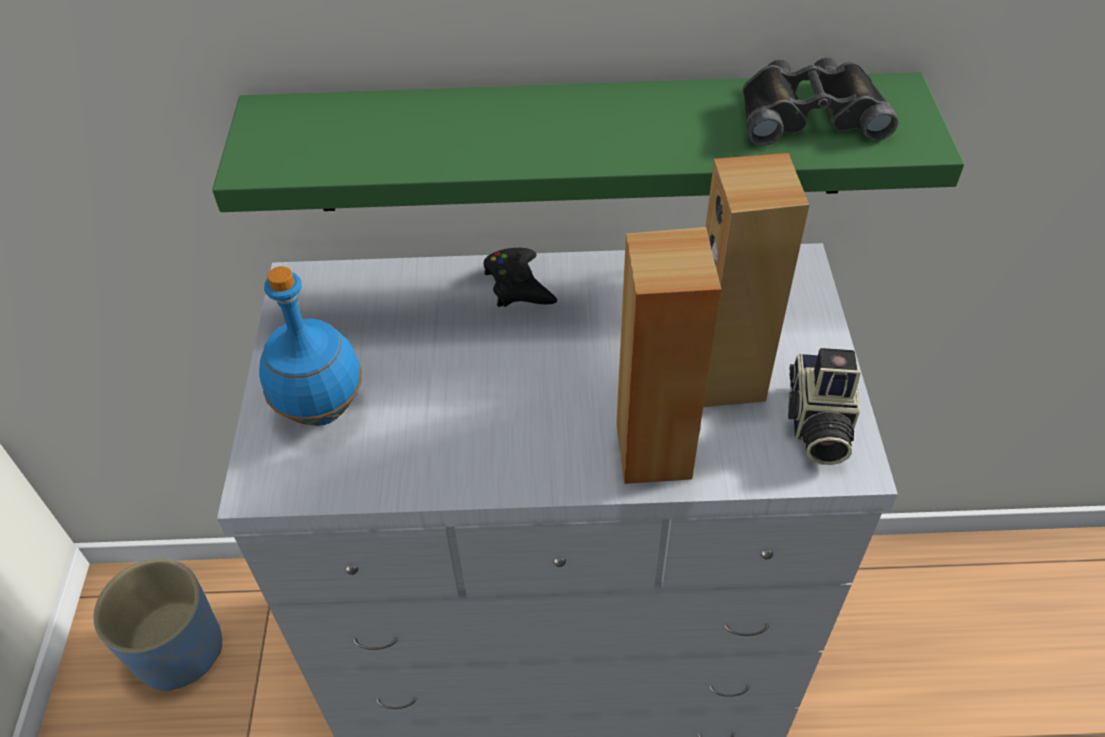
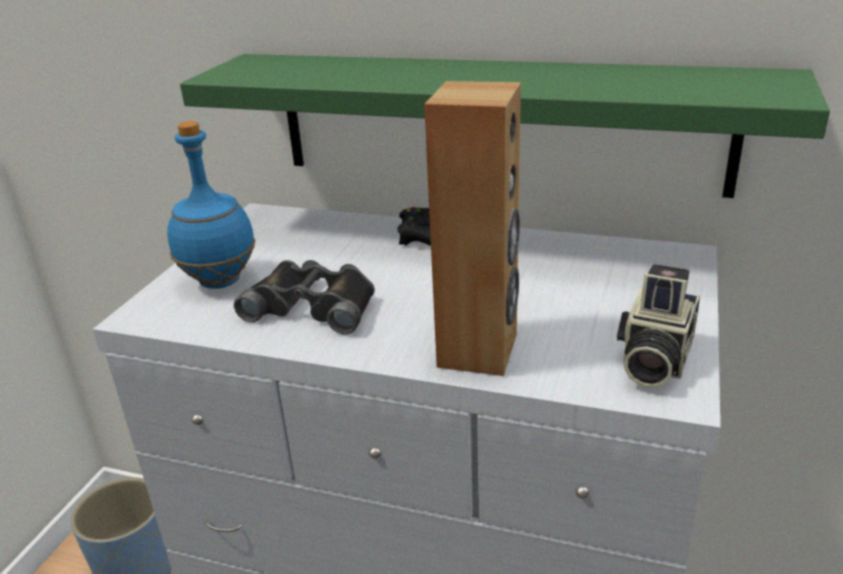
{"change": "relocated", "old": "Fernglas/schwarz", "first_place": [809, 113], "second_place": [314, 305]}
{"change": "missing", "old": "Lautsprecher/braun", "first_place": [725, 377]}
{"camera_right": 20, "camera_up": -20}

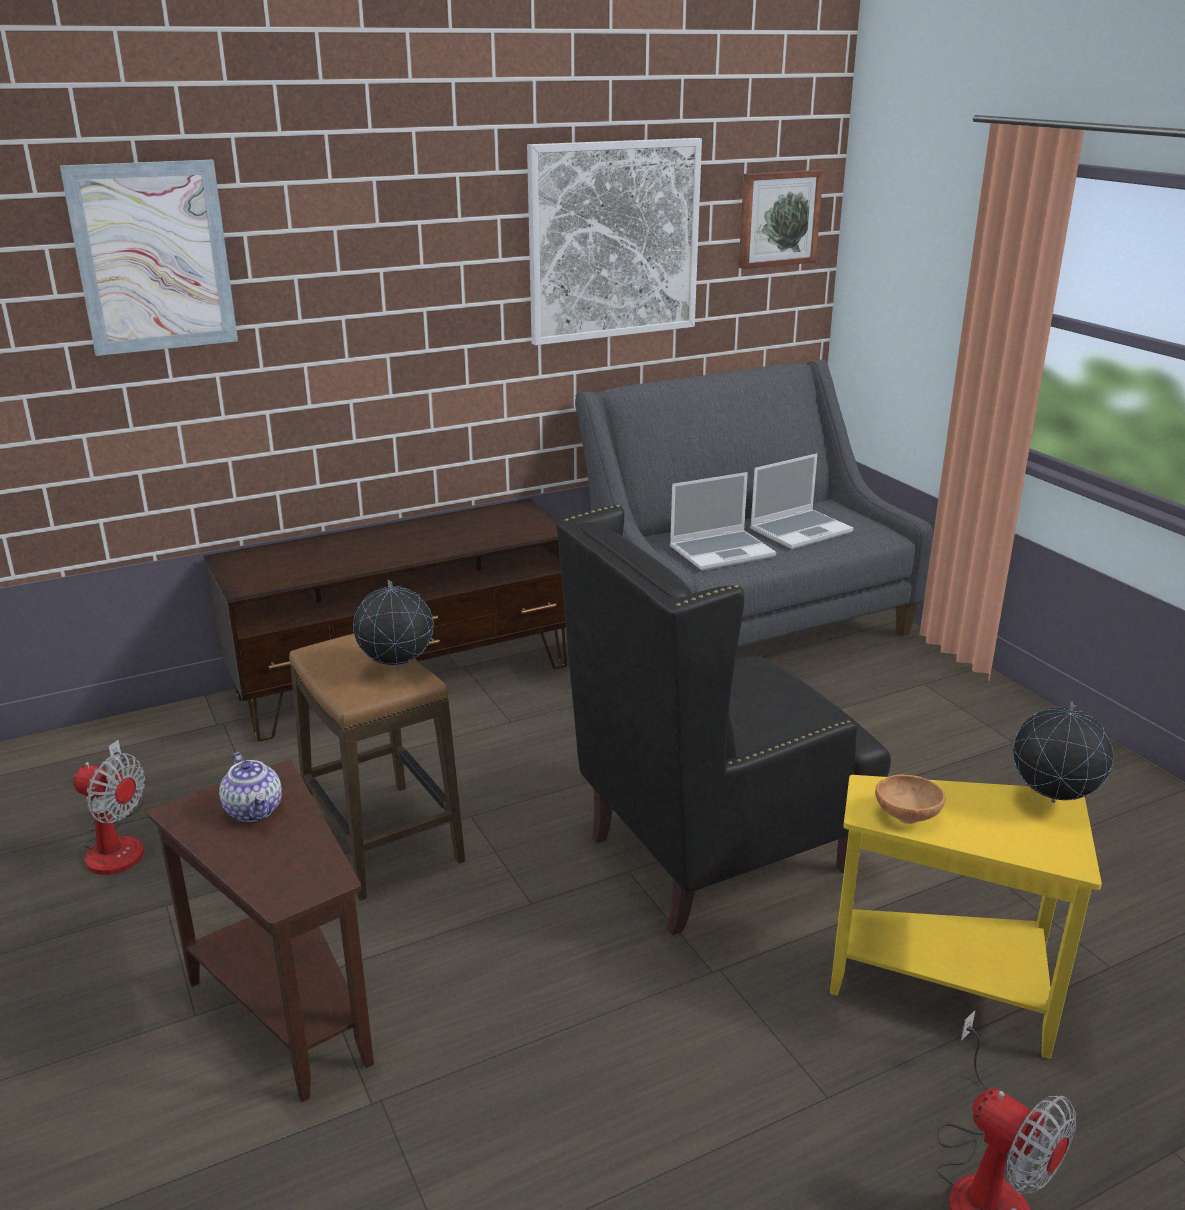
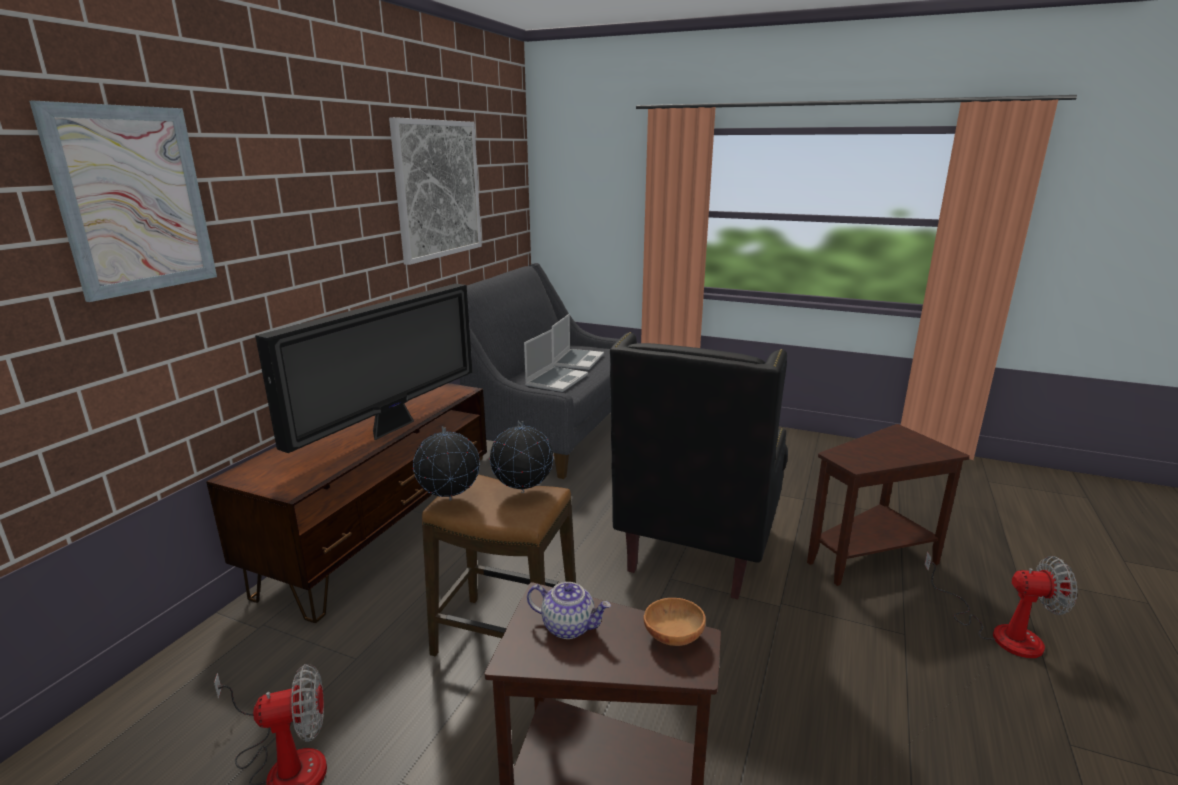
{"change": "appeared", "new": "Fernseher", "second_place": [392, 427]}
{"change": "relocated", "old": "Globus", "first_place": [1051, 803], "second_place": [449, 500]}
{"change": "relocated", "old": "Schüssel/braun", "first_place": [907, 815], "second_place": [672, 636]}
{"change": "colour", "old": "Beistelltisch/gelb", "new": "Beistelltisch/braun", "first_place": [949, 991], "second_place": [871, 557]}
{"change": "missing", "old": "Bild", "first_place": [778, 218]}
{"camera_right": -40, "camera_up": -5}

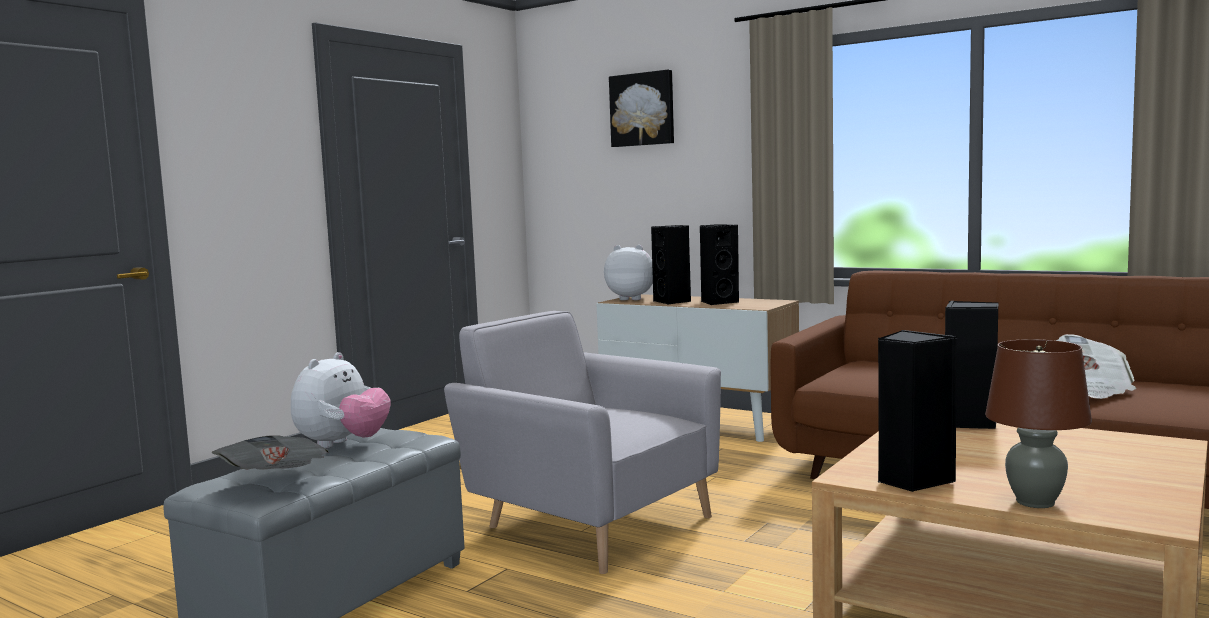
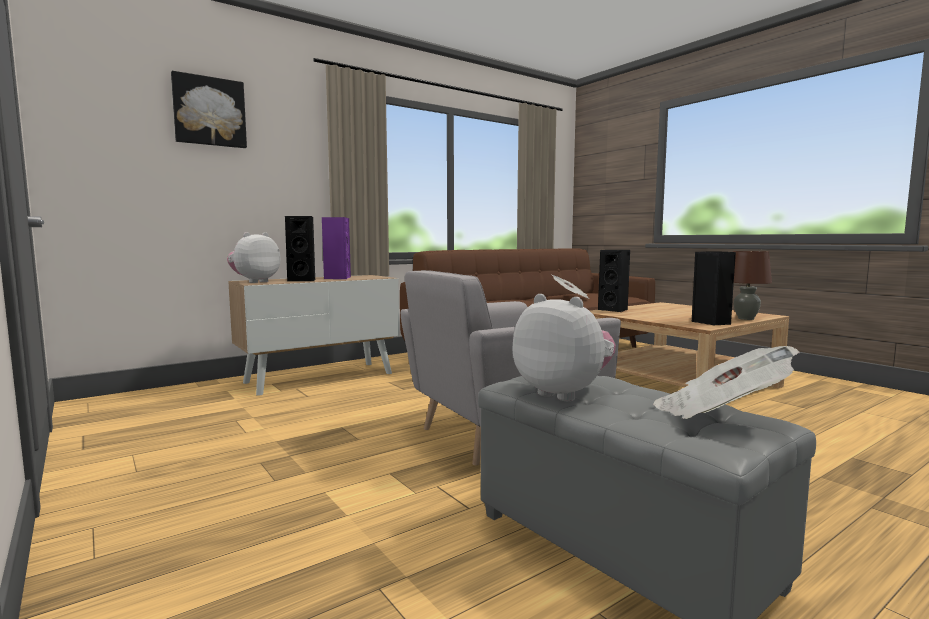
{"change": "colour", "old": "Lautsprecher/schwarz", "new": "Lautsprecher/lila", "first_place": [718, 302], "second_place": [337, 278]}
{"camera_right": -70, "camera_up": 0}

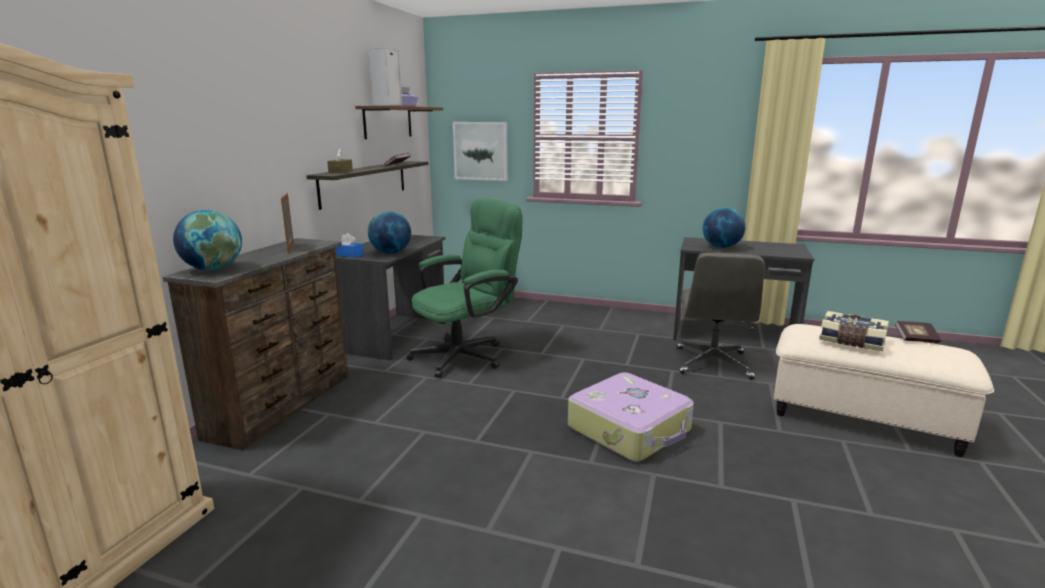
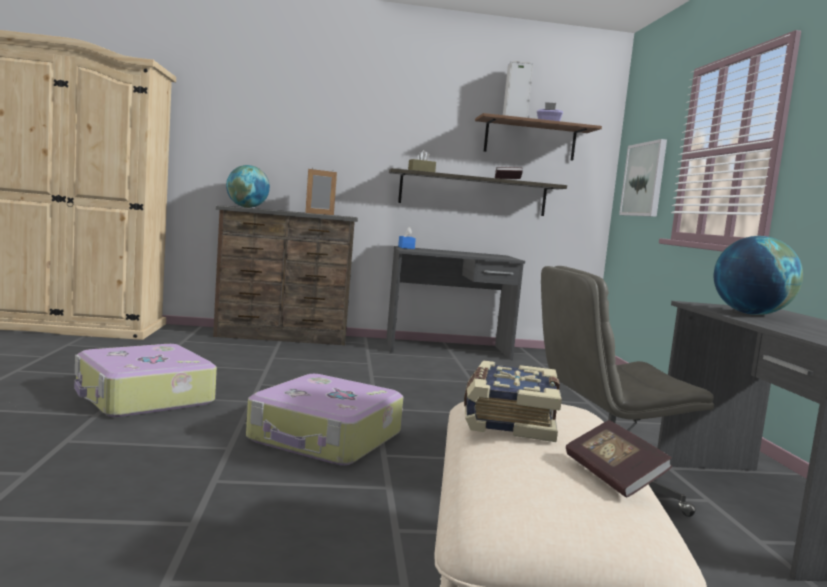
{"change": "appeared", "new": "Koffer", "second_place": [143, 397]}
{"change": "missing", "old": "Globus", "first_place": [391, 253]}
{"change": "missing", "old": "Bürostuhl/grün", "first_place": [467, 355]}
{"camera_right": 65, "camera_up": -10}

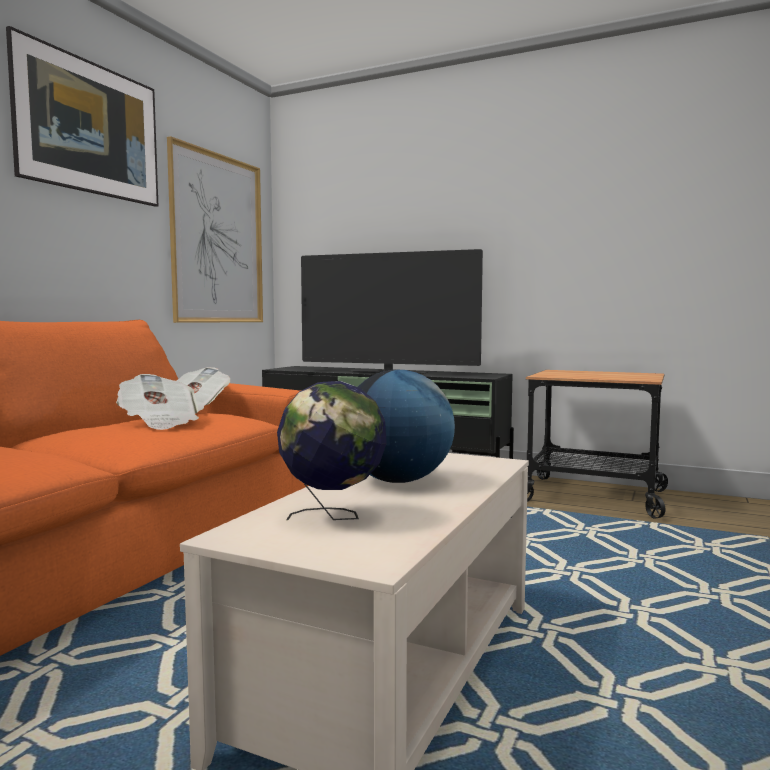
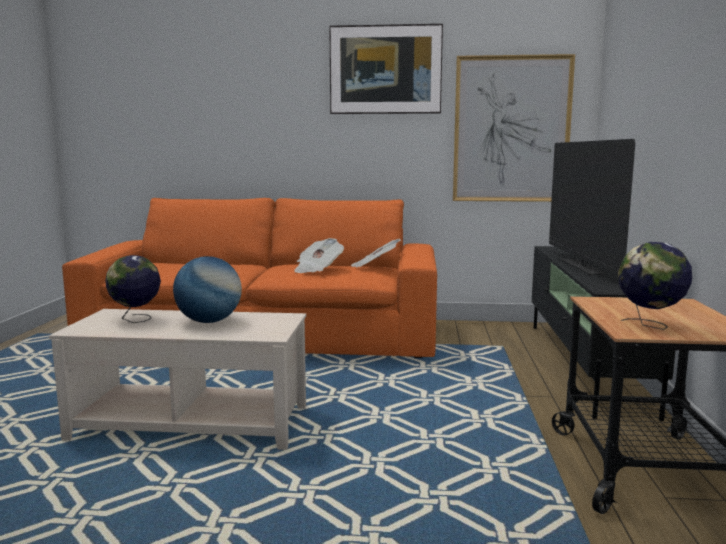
{"change": "appeared", "new": "Globus", "second_place": [649, 325]}
{"camera_right": 70, "camera_up": 5}

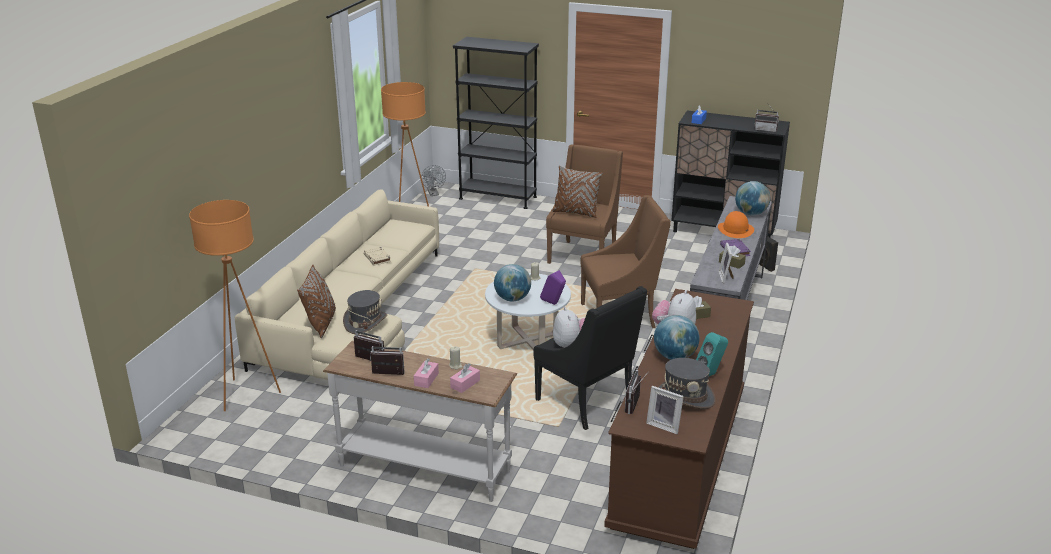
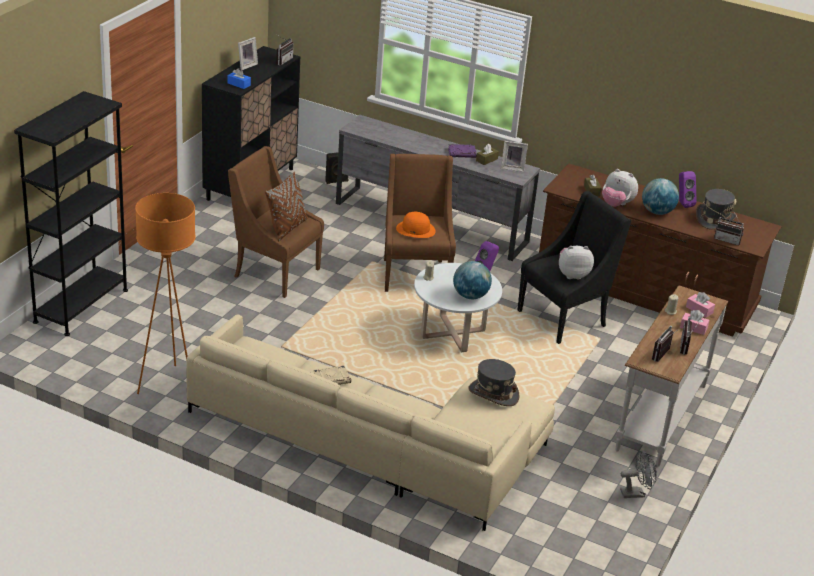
{"change": "relocated", "old": "Bilderrahmen", "first_place": [664, 425], "second_place": [246, 65]}
{"change": "relocated", "old": "Hut/orange", "first_place": [735, 229], "second_place": [416, 229]}
{"change": "relocated", "old": "Ventilator/grau", "first_place": [434, 194], "second_place": [636, 493]}
{"change": "colour", "old": "Lautsprecher/türkis", "new": "Lautsprecher/lila", "first_place": [710, 374], "second_place": [682, 203]}
{"change": "missing", "old": "Stehlampe/orange", "first_place": [247, 394]}
{"change": "missing", "old": "Kissen/braun", "first_place": [321, 323]}
{"change": "missing", "old": "Globus", "first_place": [751, 214]}
{"camera_right": -85, "camera_up": 5}

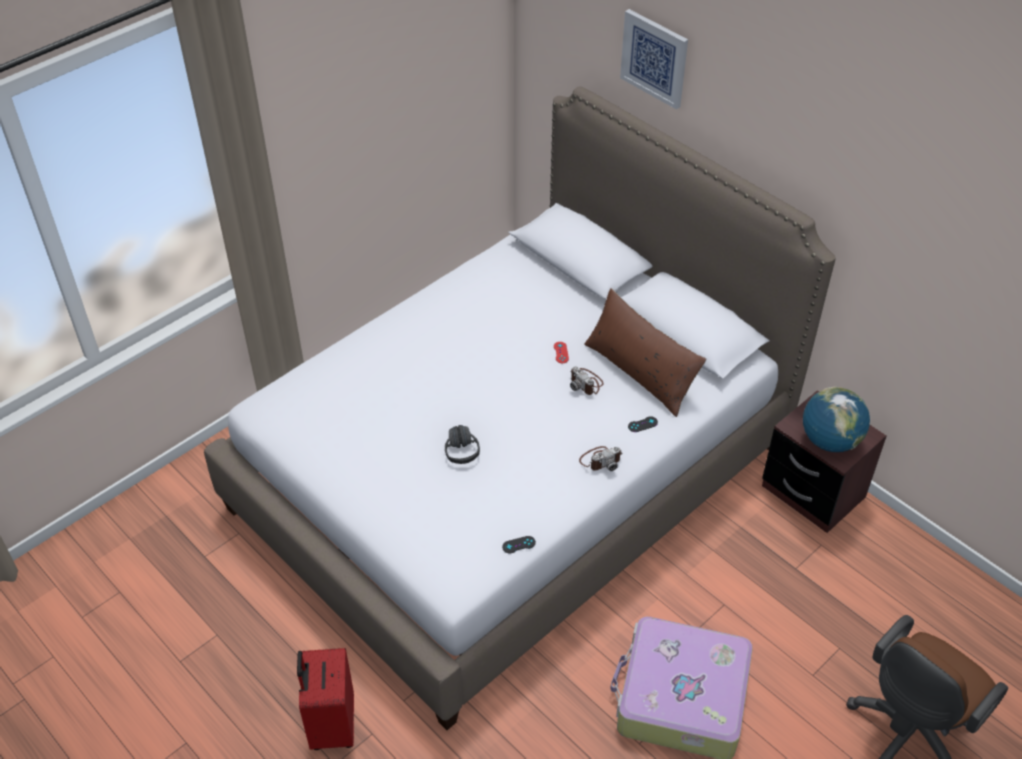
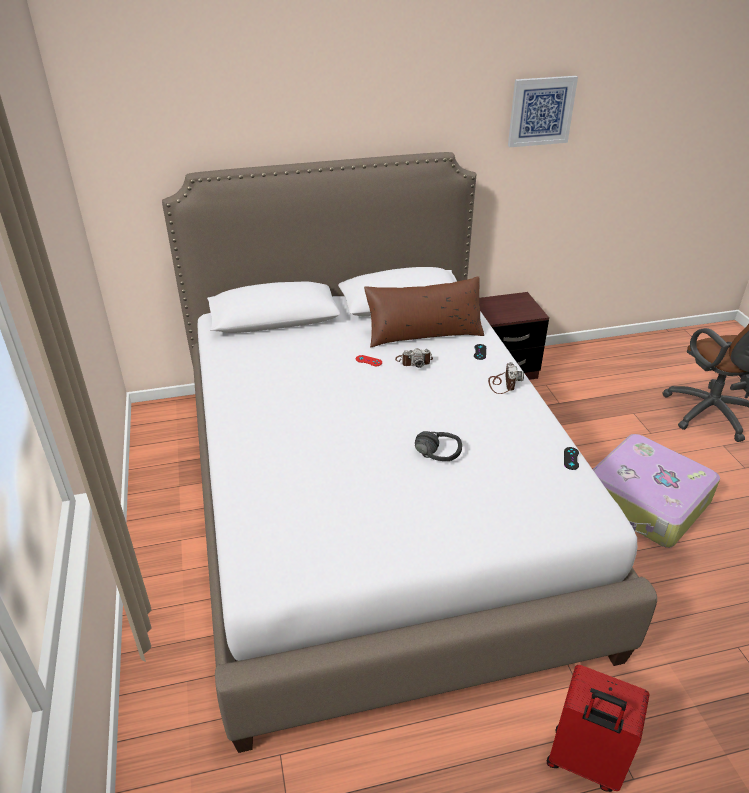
{"change": "relocated", "old": "Bild", "first_place": [654, 58], "second_place": [541, 111]}
{"change": "missing", "old": "Globus", "first_place": [829, 441]}
{"camera_right": -60, "camera_up": -10}

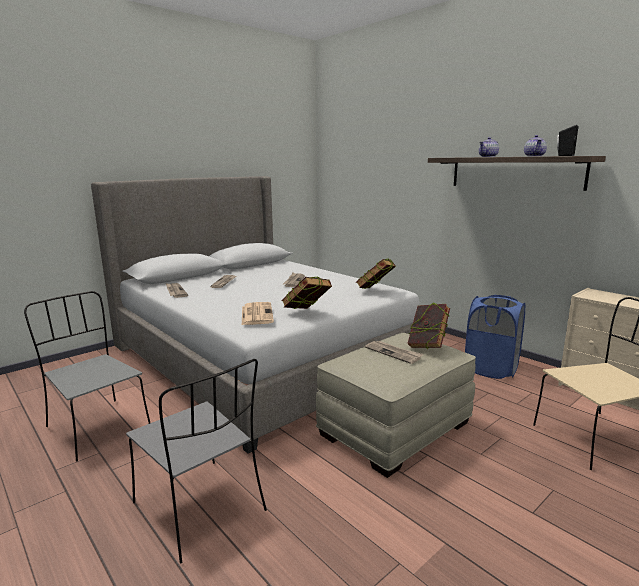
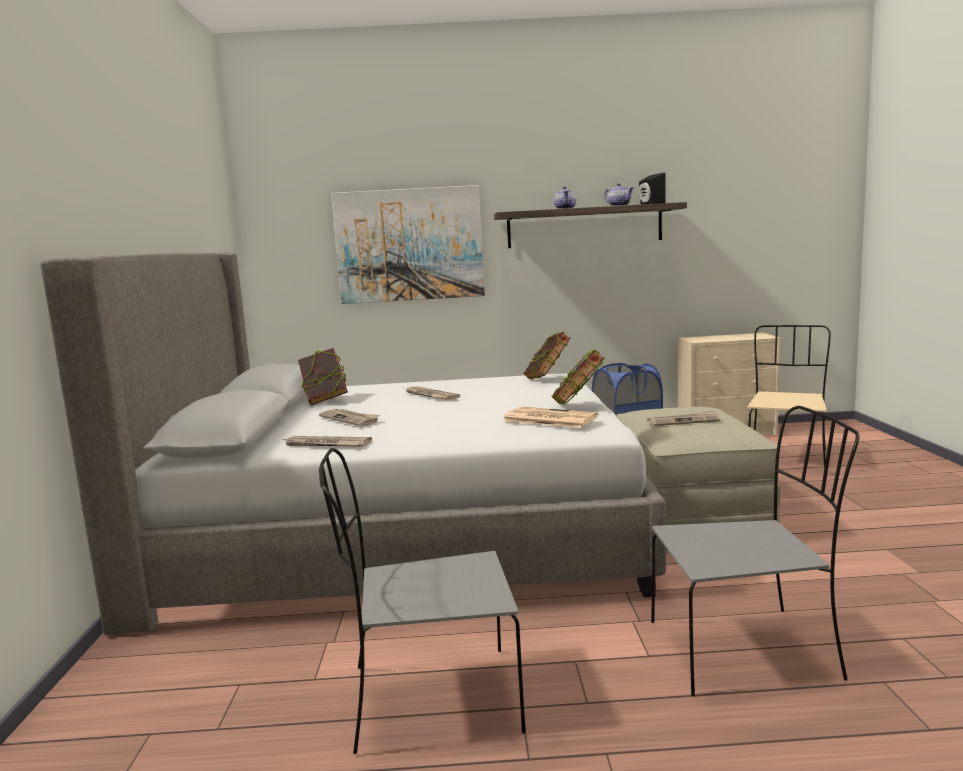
{"change": "relocated", "old": "Buch", "first_place": [427, 346], "second_place": [325, 401]}
{"change": "appeared", "new": "Bild", "second_place": [409, 245]}
{"camera_right": -50, "camera_up": -5}

